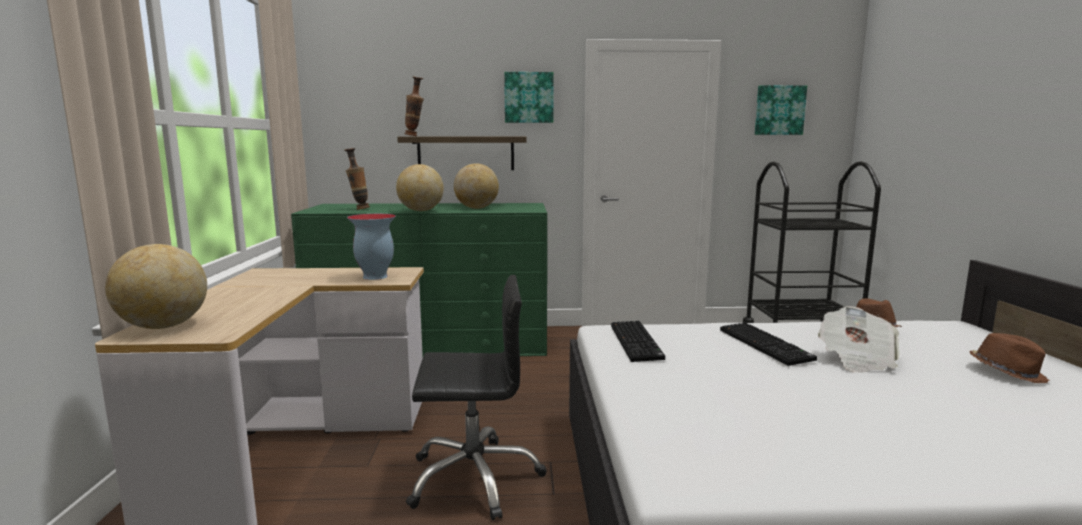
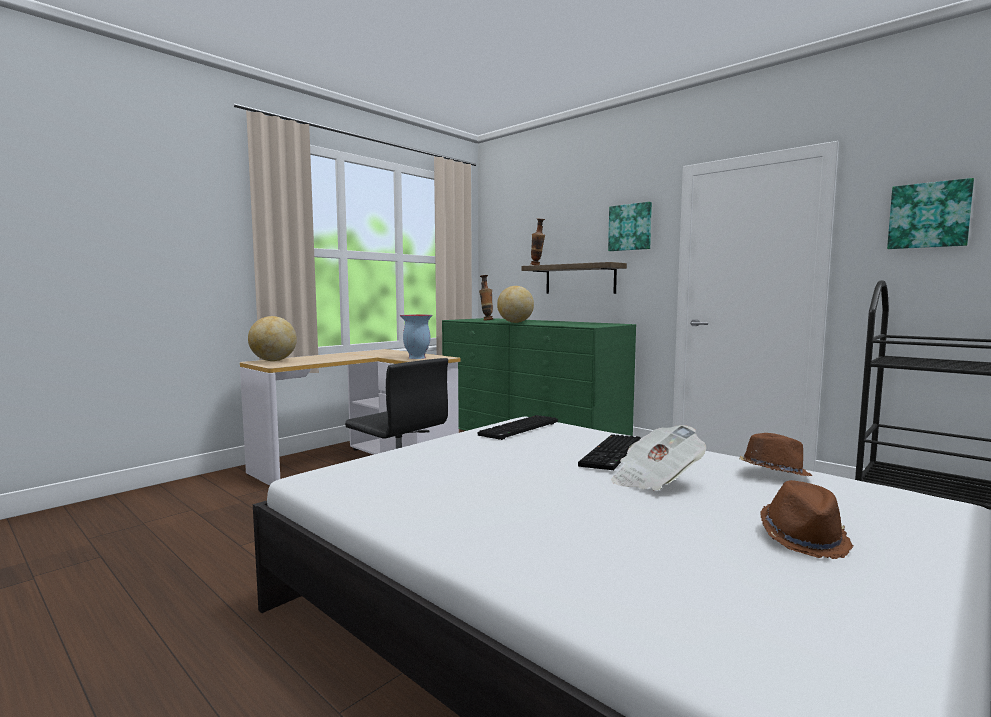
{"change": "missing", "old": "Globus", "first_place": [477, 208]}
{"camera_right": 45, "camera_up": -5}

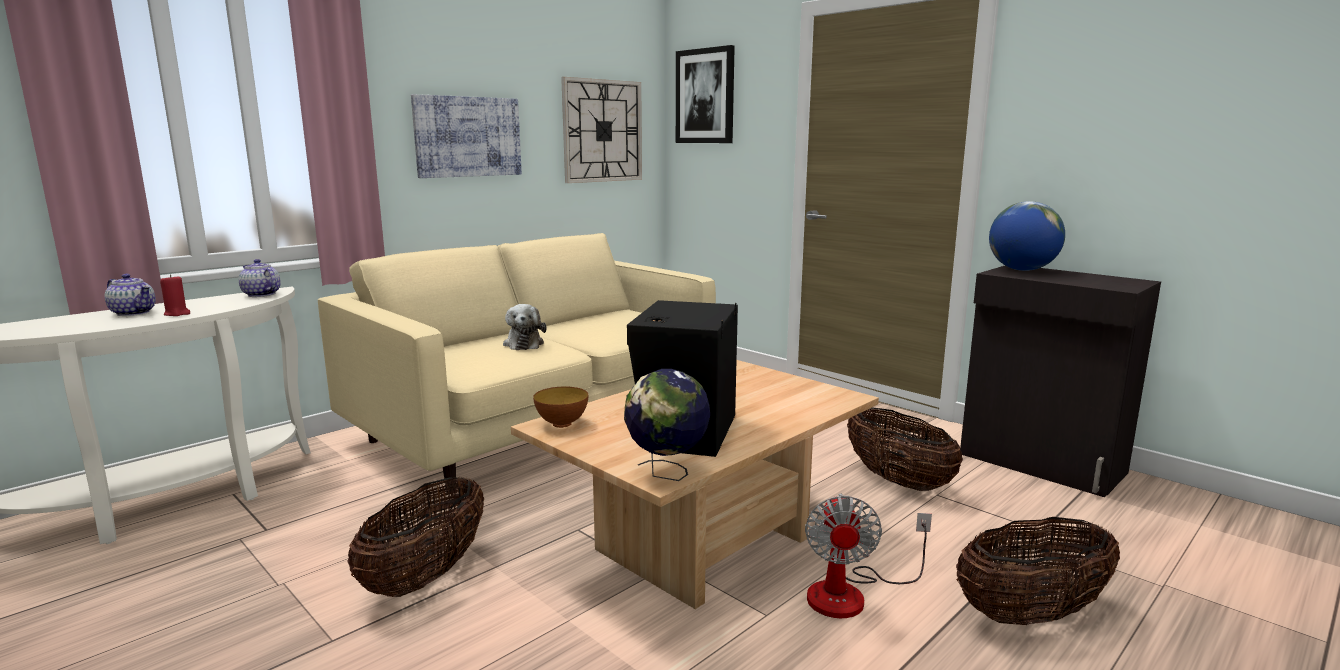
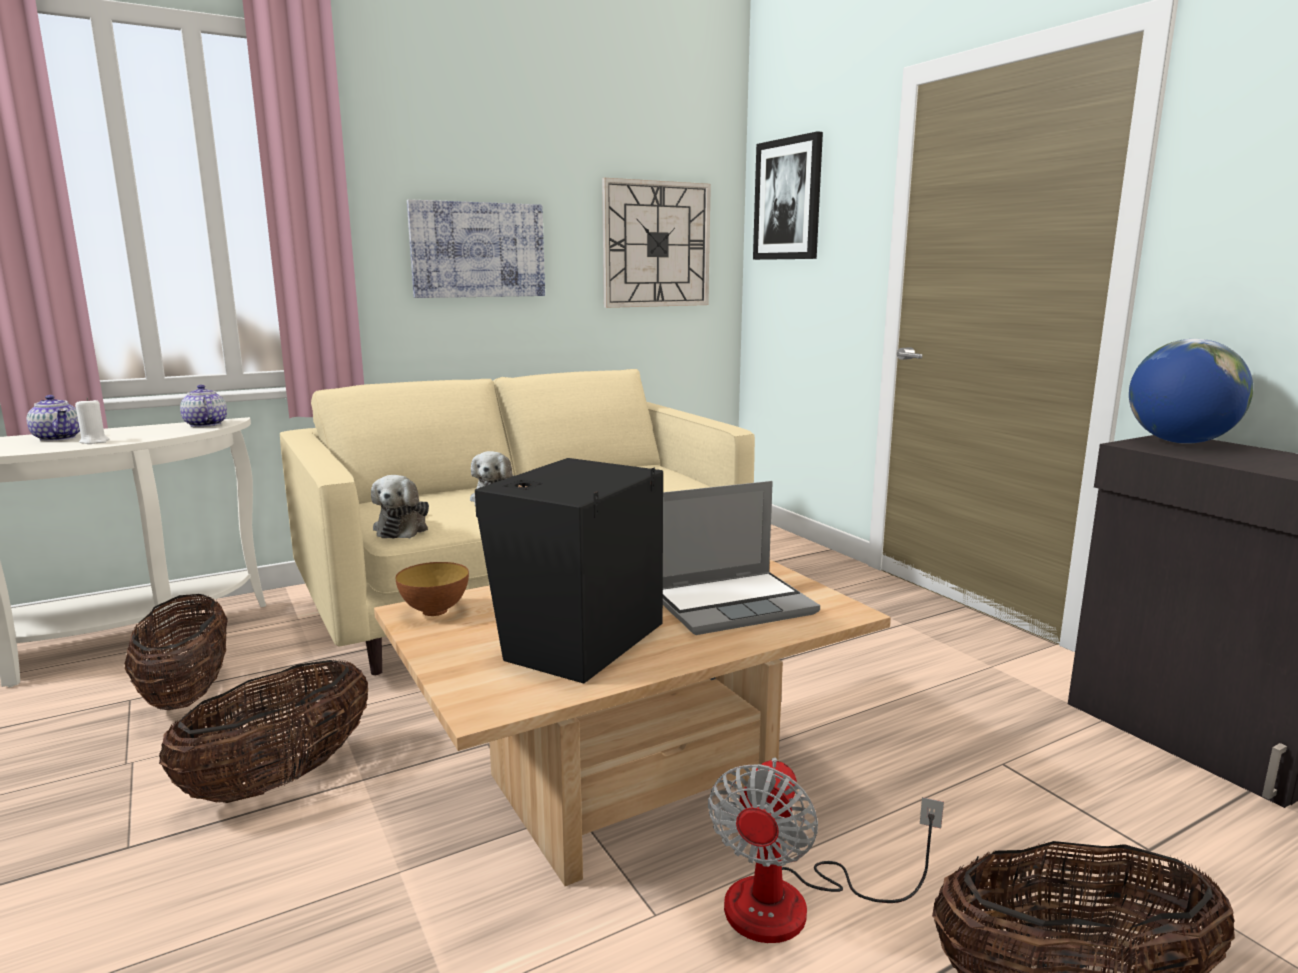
{"change": "colour", "old": "Kerze/rot", "new": "Kerze/weiß", "first_place": [177, 314], "second_place": [94, 441]}
{"change": "relocated", "old": "Korb", "first_place": [898, 481], "second_place": [187, 693]}
{"change": "appeared", "new": "Plüschtier", "second_place": [403, 528]}
{"change": "appeared", "new": "Laptop", "second_place": [733, 604]}
{"change": "missing", "old": "Globus", "first_place": [667, 473]}
{"camera_right": 15, "camera_up": 0}

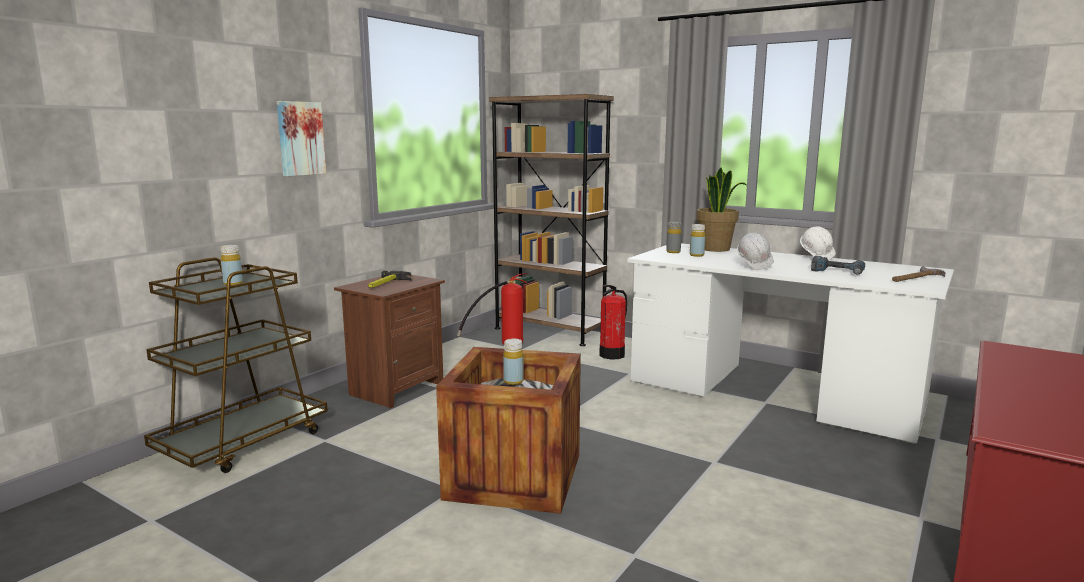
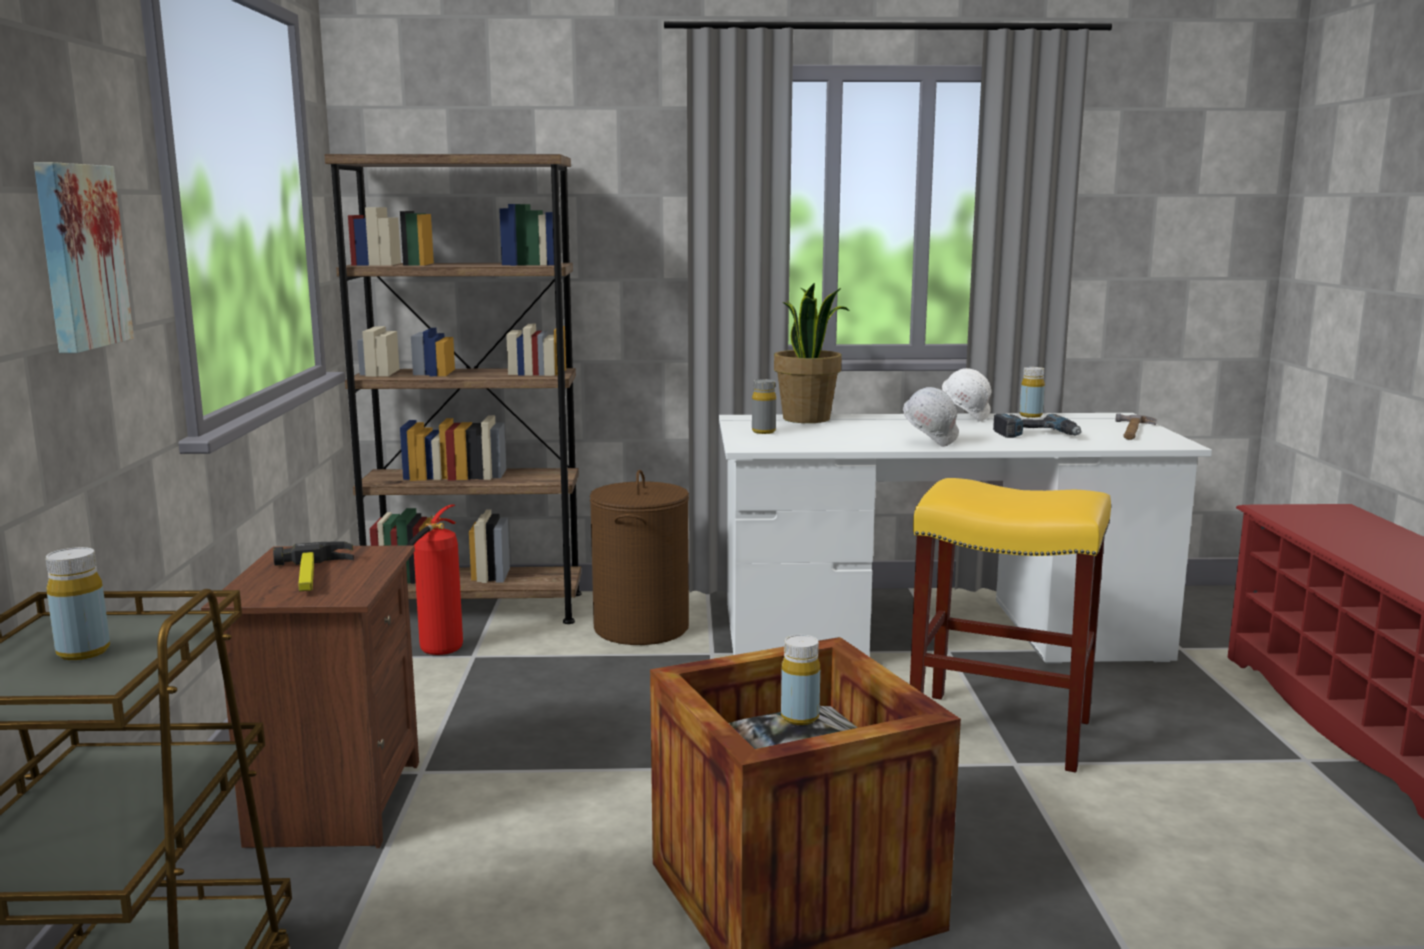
{"change": "exchanged", "old": "Feuerlöscher", "new": "Wäschekorb/braun", "first_place": [612, 355], "second_place": [641, 628]}
{"change": "appeared", "new": "Hocker/gelb", "second_place": [997, 730]}
{"change": "relocated", "old": "Flasche/gelb", "first_place": [696, 255], "second_place": [1030, 415]}
{"camera_right": -35, "camera_up": 0}

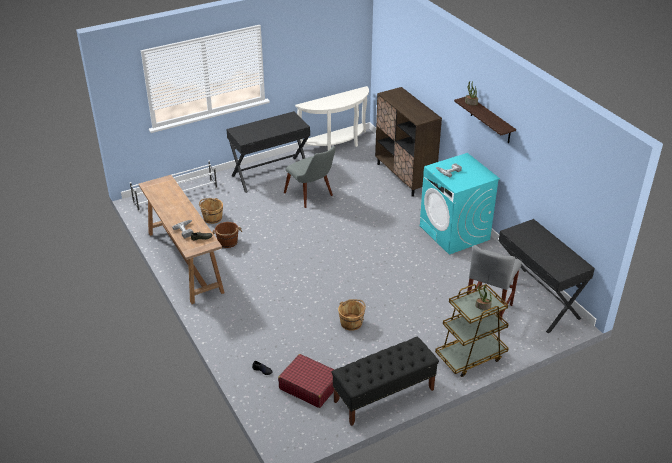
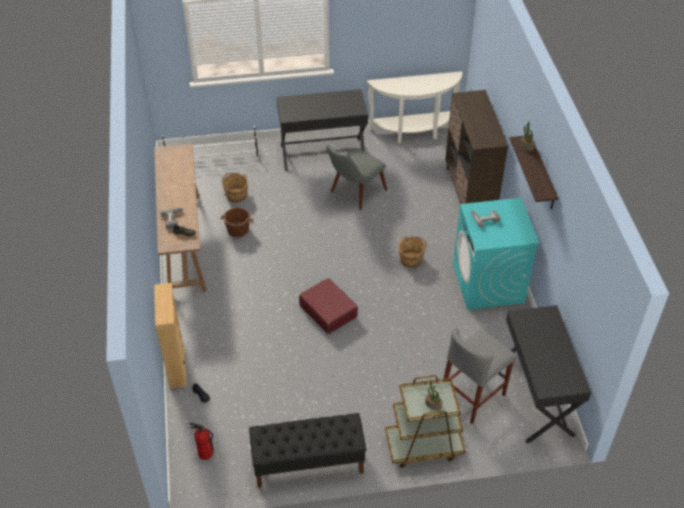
{"change": "appeared", "new": "Bücherregal/beige", "second_place": [176, 366]}
{"change": "appeared", "new": "Feuerlöscher", "second_place": [205, 453]}
{"change": "relocated", "old": "Koffer/rot", "first_place": [309, 386], "second_place": [328, 311]}
{"change": "spun", "old": "Stuhl/grau", "first_place": [312, 196], "second_place": [354, 194], "degrees": 60}
{"change": "relocated", "old": "Eimer/braun", "first_place": [351, 323], "second_place": [411, 259]}
{"camera_right": 20, "camera_up": 10}

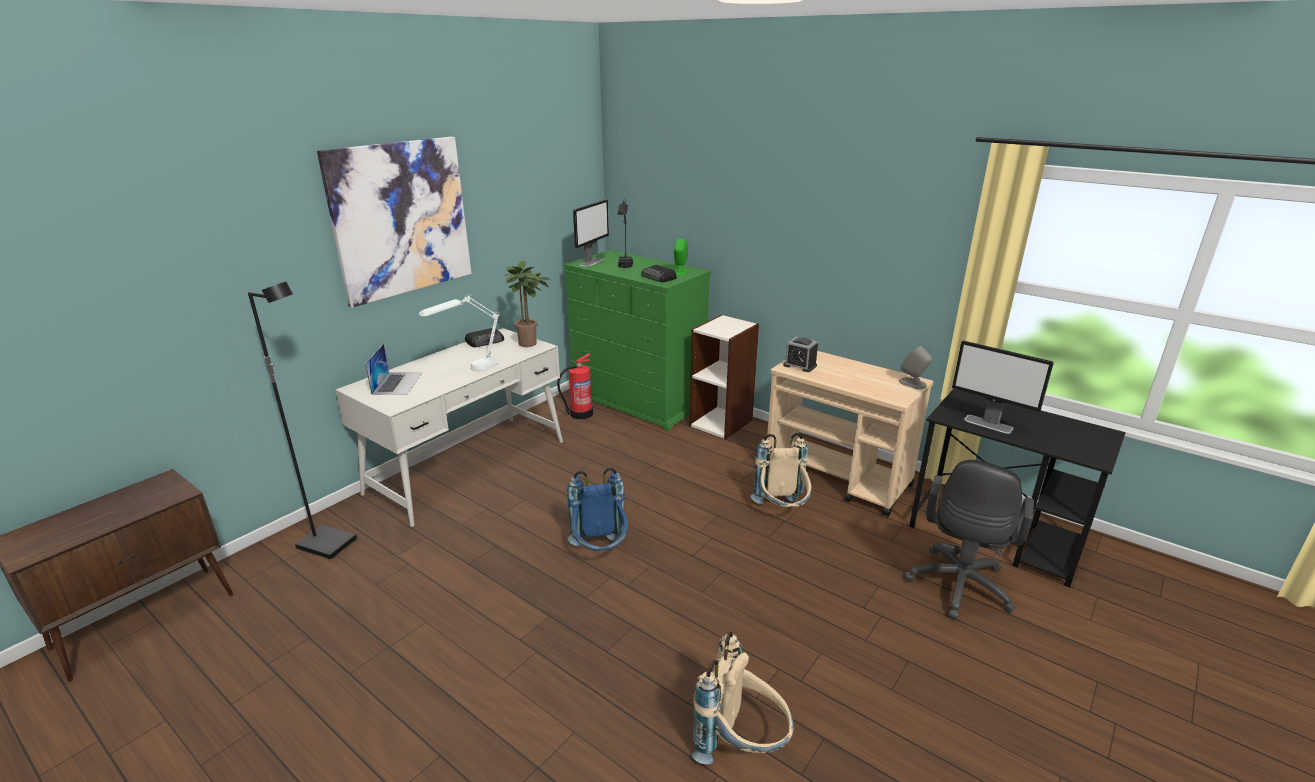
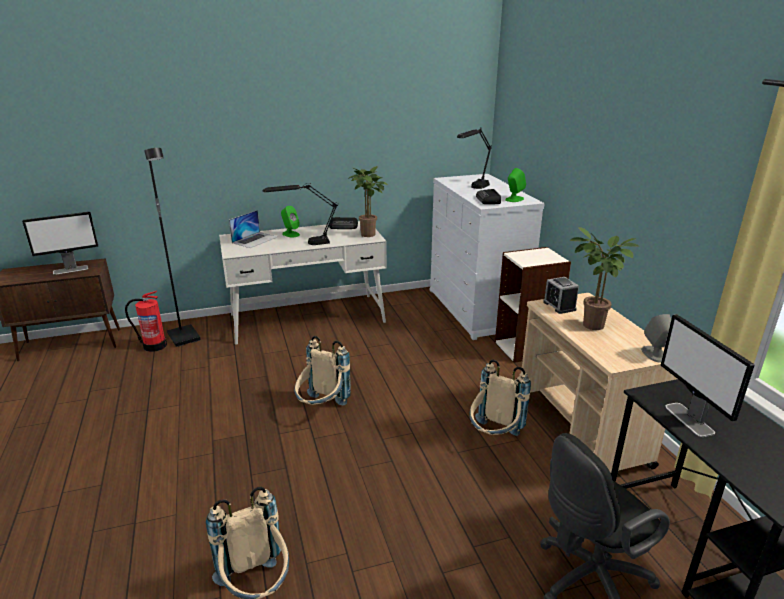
{"change": "relocated", "old": "Monitor", "first_place": [592, 262], "second_place": [71, 270]}
{"change": "relocated", "old": "Feuerlöscher", "first_place": [580, 414], "second_place": [154, 345]}
{"change": "colour", "old": "Tischlampe/weiß", "new": "Tischlampe/schwarz", "first_place": [469, 372], "second_place": [304, 244]}
{"change": "appeared", "new": "Lautsprecher/grün", "second_place": [290, 234]}
{"change": "colour", "old": "Rucksack/blau", "new": "Rucksack/beige", "first_place": [600, 553], "second_place": [322, 408]}
{"change": "colour", "old": "Kommode/grün", "new": "Kommode/weiß", "first_place": [639, 399], "second_place": [477, 309]}
{"change": "appeared", "new": "Topfpflanze", "second_place": [591, 326]}
{"change": "missing", "old": "Bild", "first_place": [401, 219]}
{"camera_right": 35, "camera_up": 0}

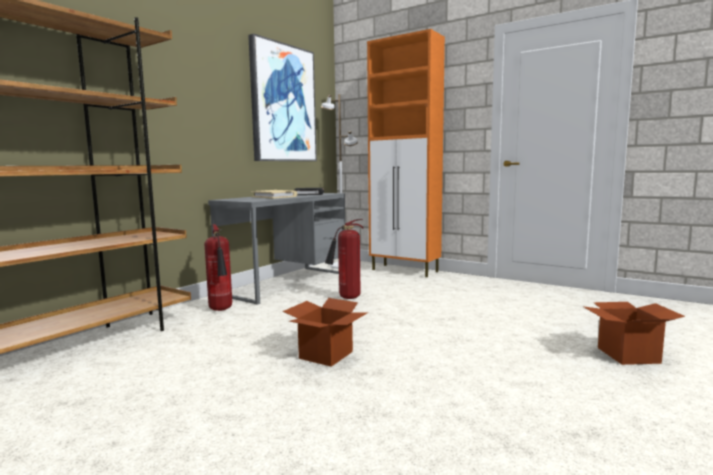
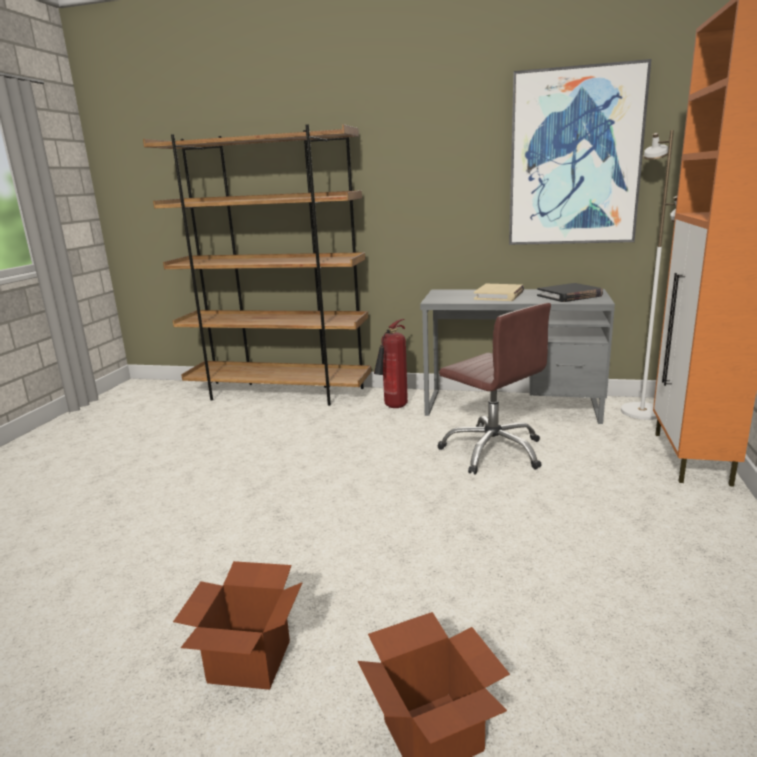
{"change": "relocated", "old": "Karton", "first_place": [326, 355], "second_place": [250, 661]}
{"change": "exchanged", "old": "Feuerlöscher", "new": "Bürostuhl/braun", "first_place": [347, 298], "second_place": [493, 451]}
{"camera_right": 70, "camera_up": 10}

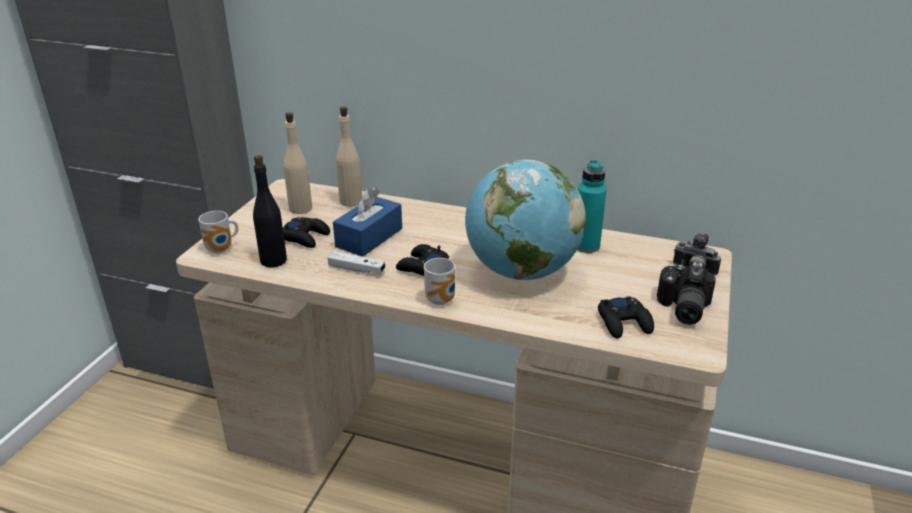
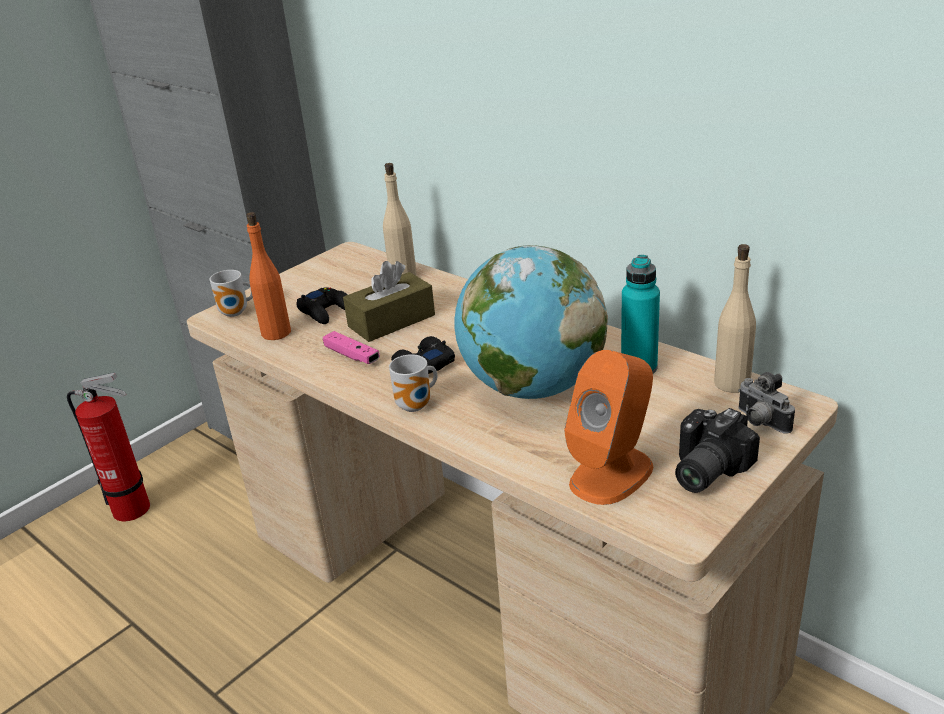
{"change": "appeared", "new": "Feuerlöscher", "second_place": [136, 509]}
{"change": "colour", "old": "Flasche/schwarz", "new": "Flasche/orange", "first_place": [273, 260], "second_place": [276, 333]}
{"change": "colour", "old": "Gamepad/weiß", "new": "Gamepad/rosa", "first_place": [356, 269], "second_place": [352, 355]}
{"change": "colour", "old": "Taschentuchbox/blau", "new": "Taschentuchbox/braun", "first_place": [369, 238], "second_place": [391, 321]}
{"change": "exchanged", "old": "Gamepad/schwarz", "new": "Lautsprecher/orange", "first_place": [624, 323], "second_place": [612, 474]}
{"change": "relocated", "old": "Flasche/beige", "first_place": [301, 208], "second_place": [732, 383]}
{"camera_right": 25, "camera_up": 0}

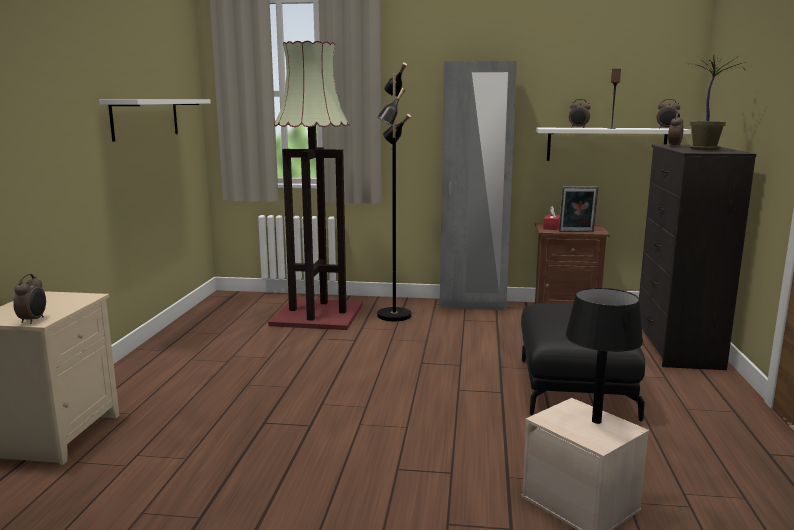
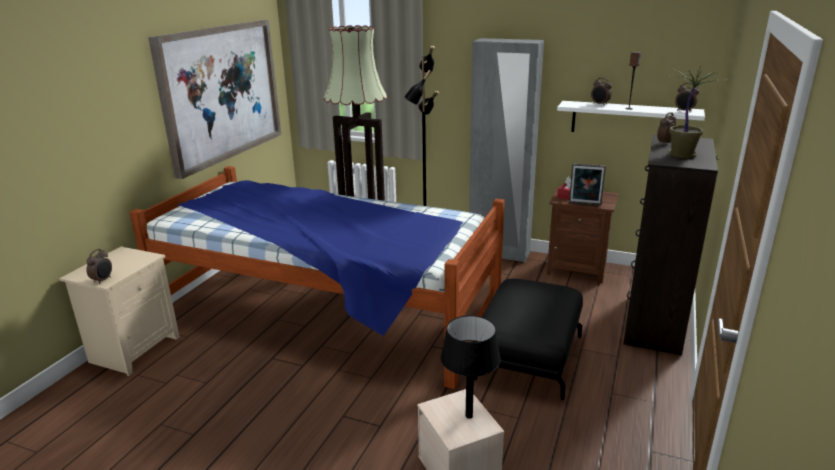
{"change": "appeared", "new": "Bett", "second_place": [327, 311]}
{"change": "exchanged", "old": "Wandregal/weiß", "new": "Bild", "first_place": [145, 118], "second_place": [221, 93]}
{"camera_right": 15, "camera_up": 10}

